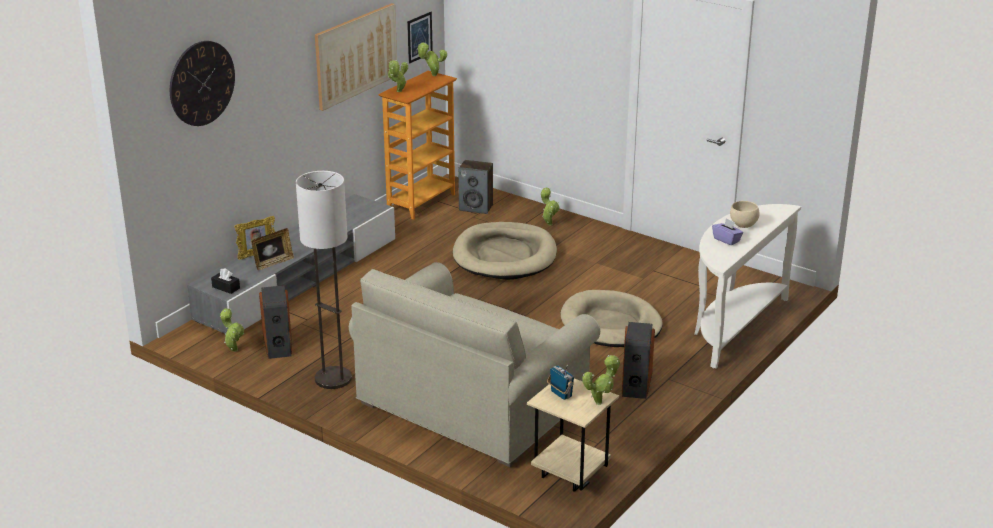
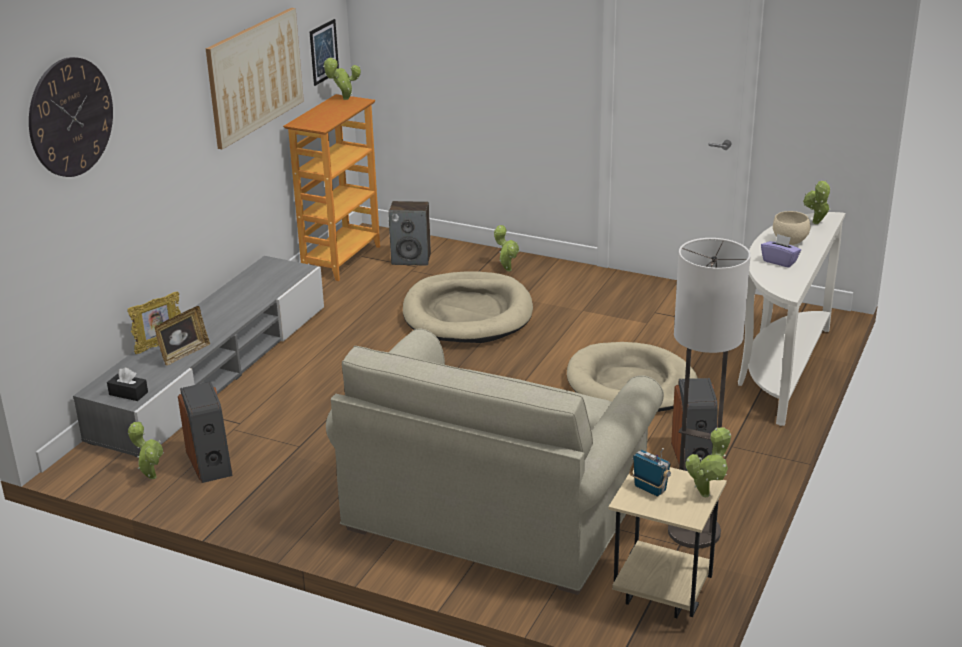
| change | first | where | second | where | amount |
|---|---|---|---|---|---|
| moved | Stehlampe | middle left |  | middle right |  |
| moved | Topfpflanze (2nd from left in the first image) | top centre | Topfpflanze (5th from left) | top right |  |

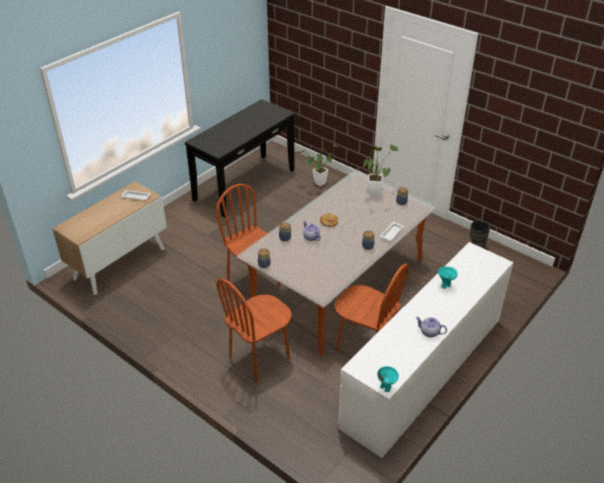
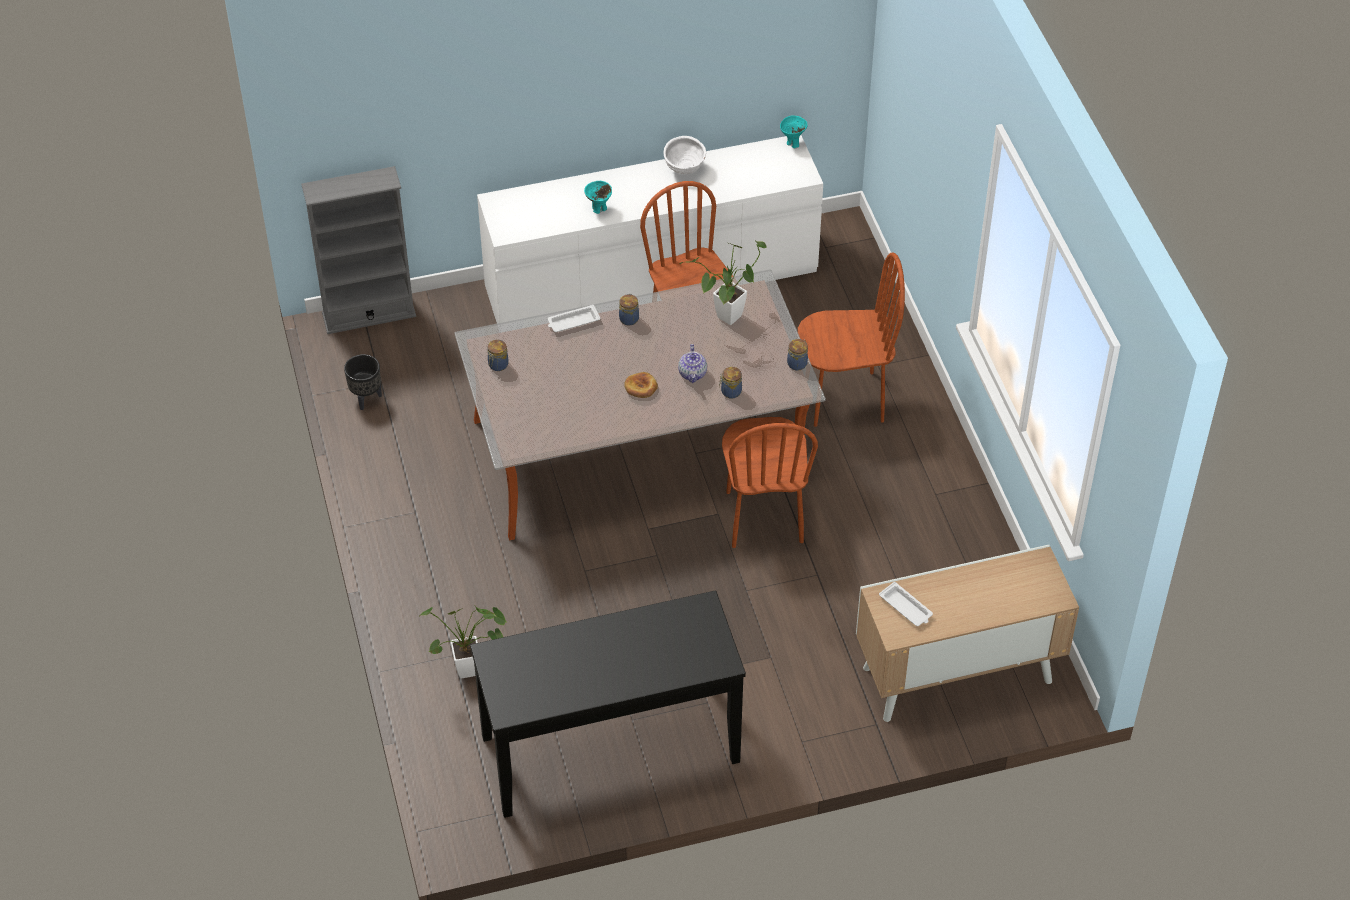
| change | first | where | second | where | amount |
|---|---|---|---|---|---|
| moved | Topfpflanze (2nd from left) | centre |  | top centre |  |
| replaced | Teekanne (2nd from left) | bottom right | Schüssel/weiß | top centre |  |
| added |  |  | Bücherregal/grau | top left |  |

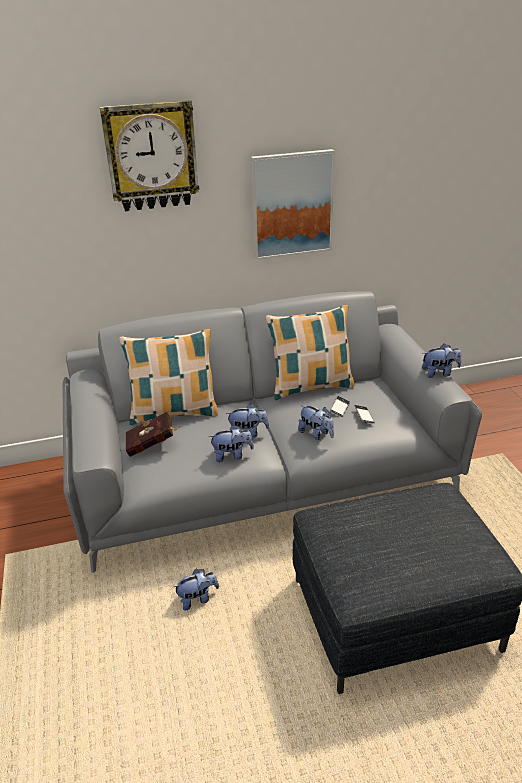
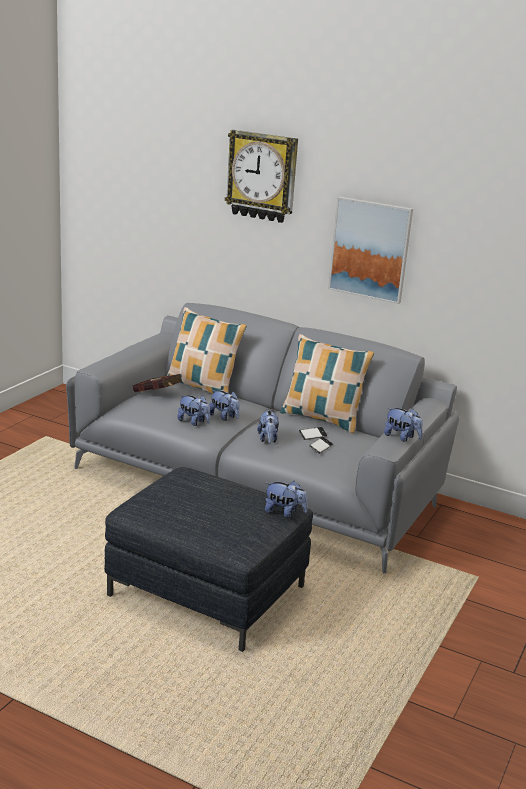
| change | first | where | second | where | amount |
|---|---|---|---|---|---|
| moved | Plüschtier (1st from left in the first image) | bottom centre | Plüschtier (4th from left) | centre |  |

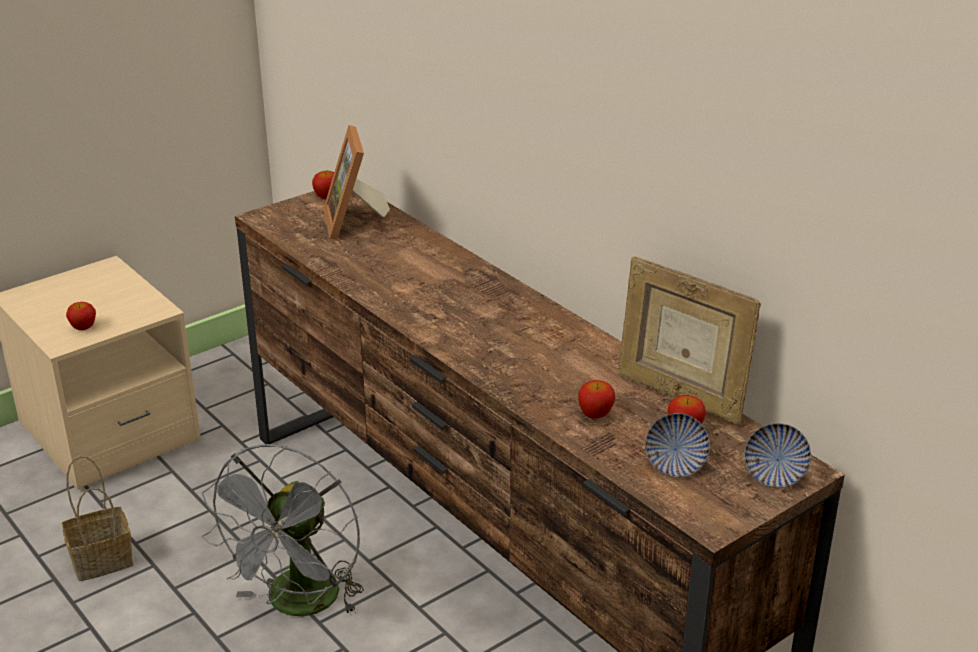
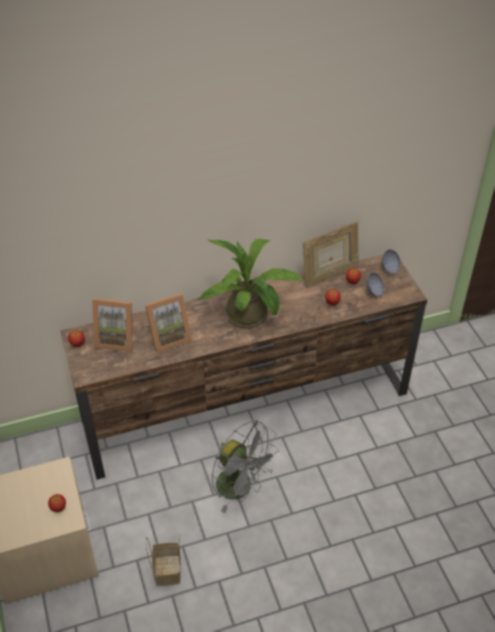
| change | first | where | second | where | amount |
|---|---|---|---|---|---|
| added |  |  | Bilderrahmen (2nd from left) | centre |  |
| added |  |  | Topfpflanze | centre |  |

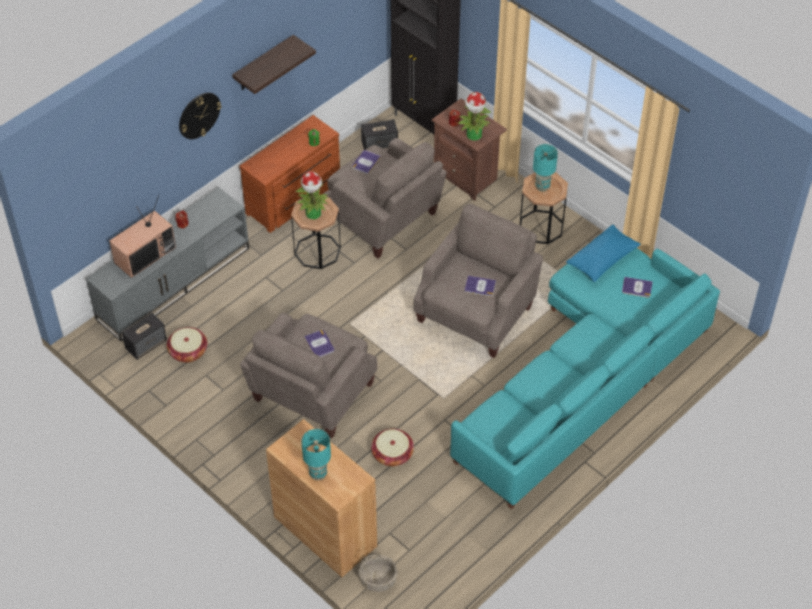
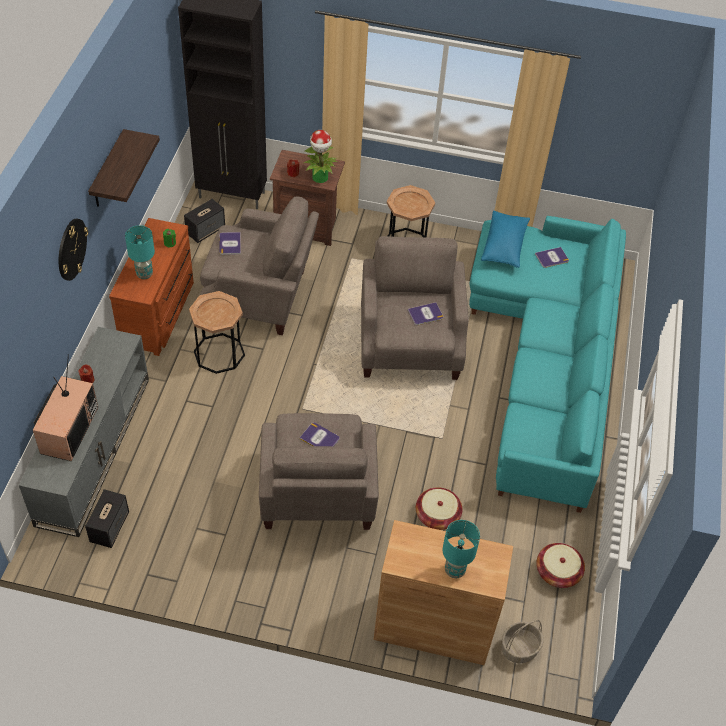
| change | first | where | second | where | amount |
|---|---|---|---|---|---|
| moved | Korb (1st from left in the first image) | middle left | Korb (3rd from left) | bottom right |  |
| removed | Topfpflanze (1st from left) | top centre |  |  |  |
| moved | Tischlampe/türkis (2nd from left in the first image) | top right | Tischlampe/türkis (1st from left) | middle left |  |

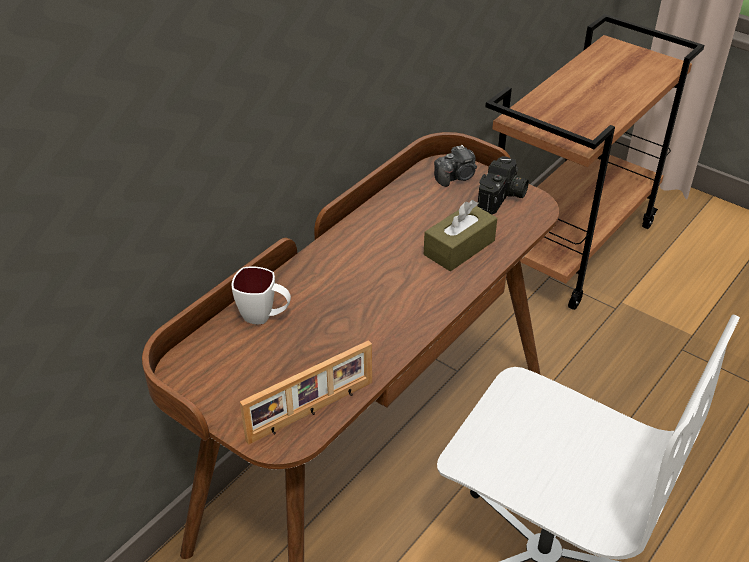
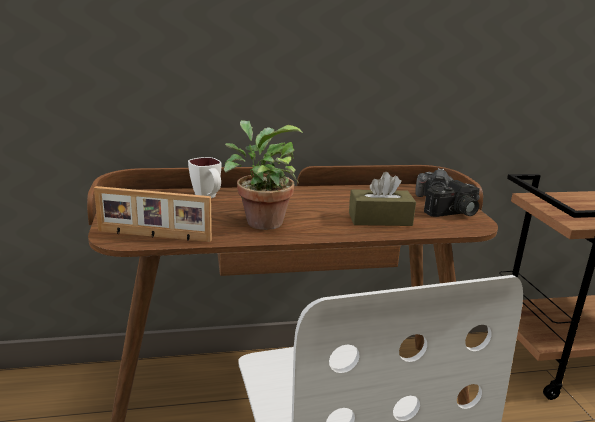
| change | first | where | second | where | amount |
|---|---|---|---|---|---|
| added |  |  | Topfpflanze | centre |  |

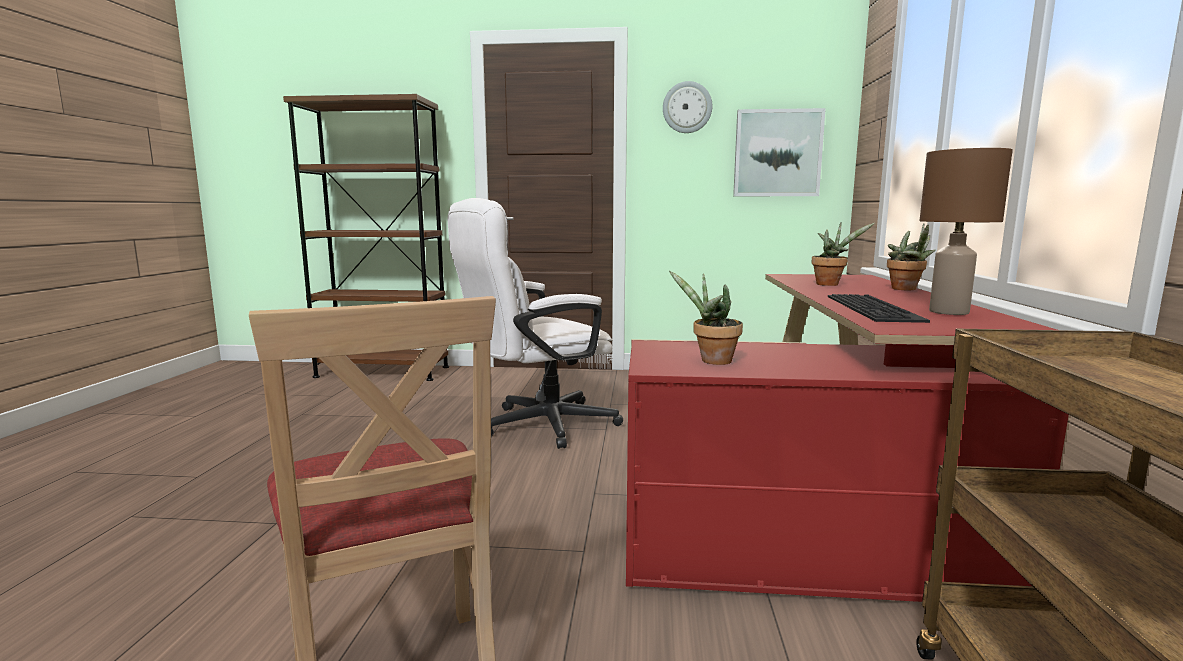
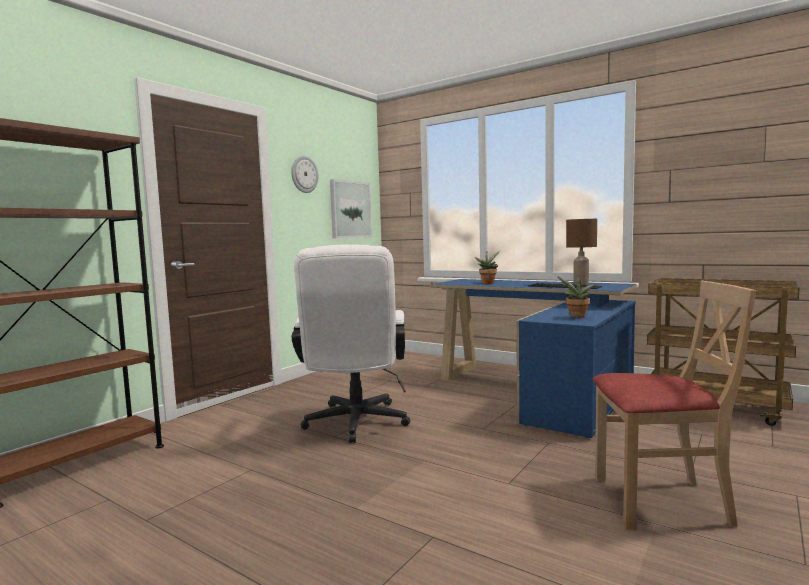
| change | first | where | second | where | amount |
|---|---|---|---|---|---|
| recoloured | Schreibtisch/rot | middle right | Schreibtisch/blau | centre |  |
| removed | Topfpflanze (3rd from left) | middle right |  |  |  |

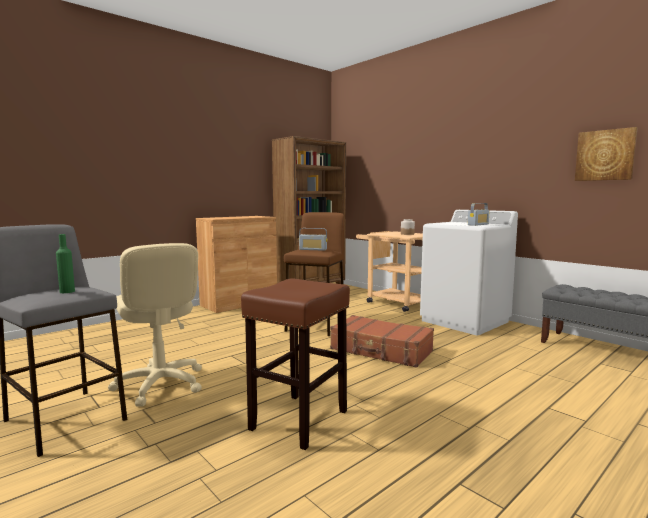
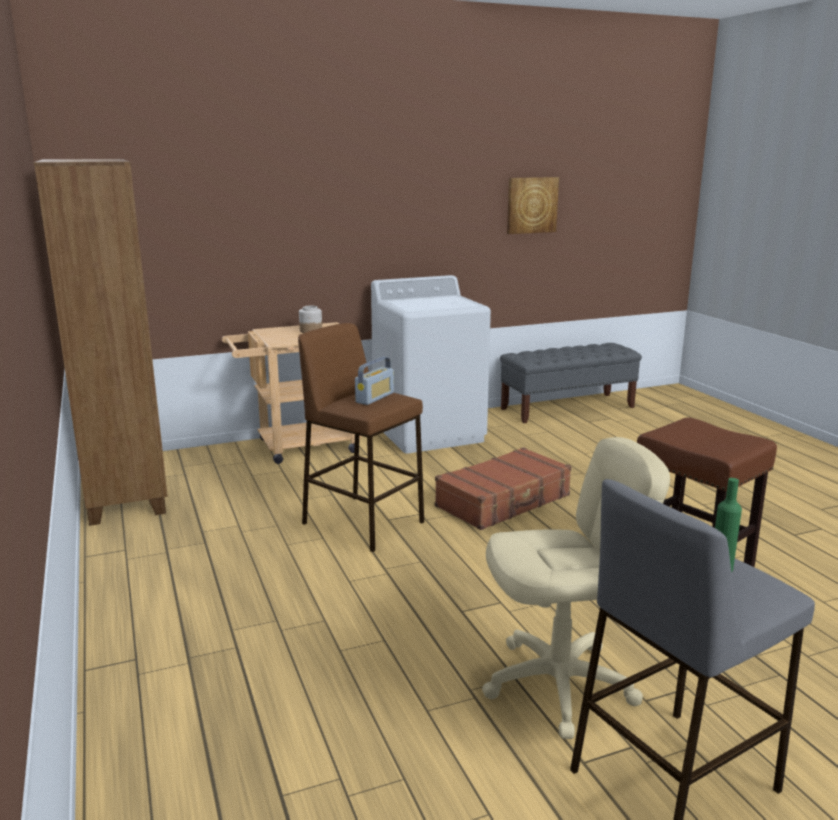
| change | first | where | second | where | amount |
|---|---|---|---|---|---|
| removed | Schrank/braun | centre |  |  |  |
| removed | Radio (2nd from left) | middle right |  |  |  |

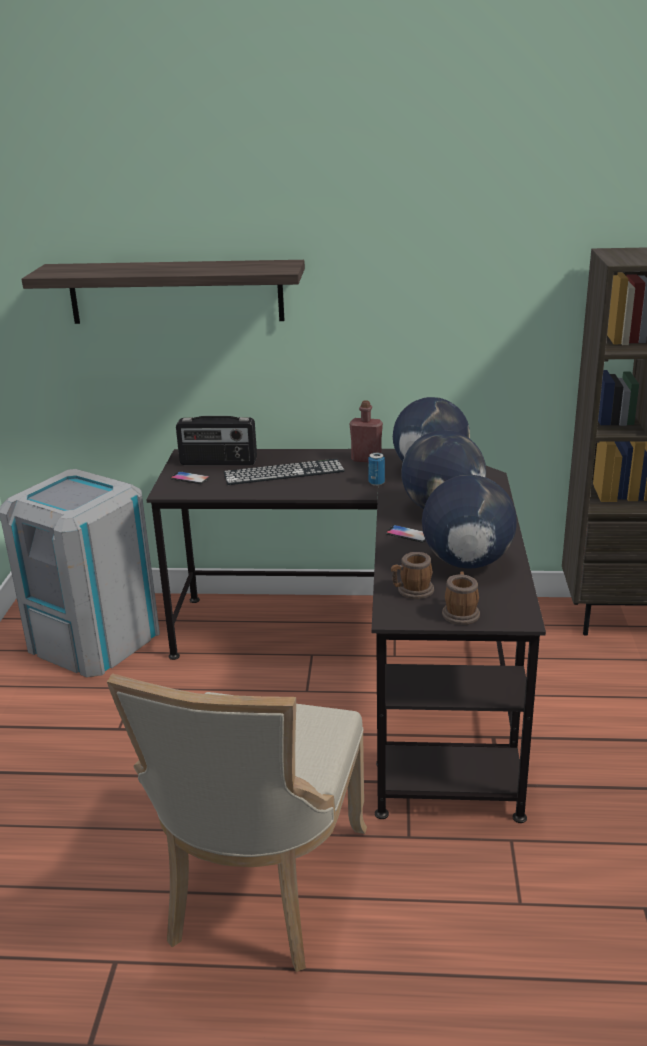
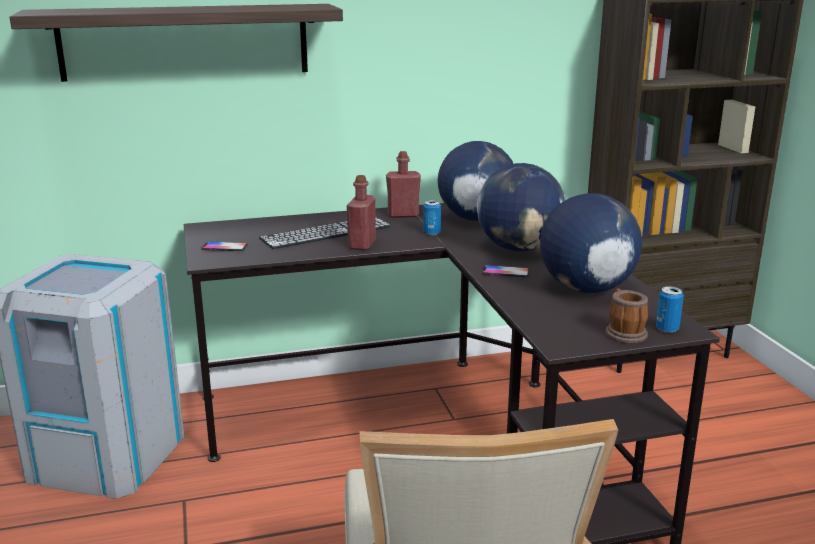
| change | first | where | second | where | amount |
|---|---|---|---|---|---|
| removed | Radio | centre |  |  |  |
| removed | Henkelbecher (1st from left) | centre |  |  |  |
| added |  |  | Flasche/rot (1st from left) | centre |  |
| added |  |  | Dose (2nd from left) | middle right |  |

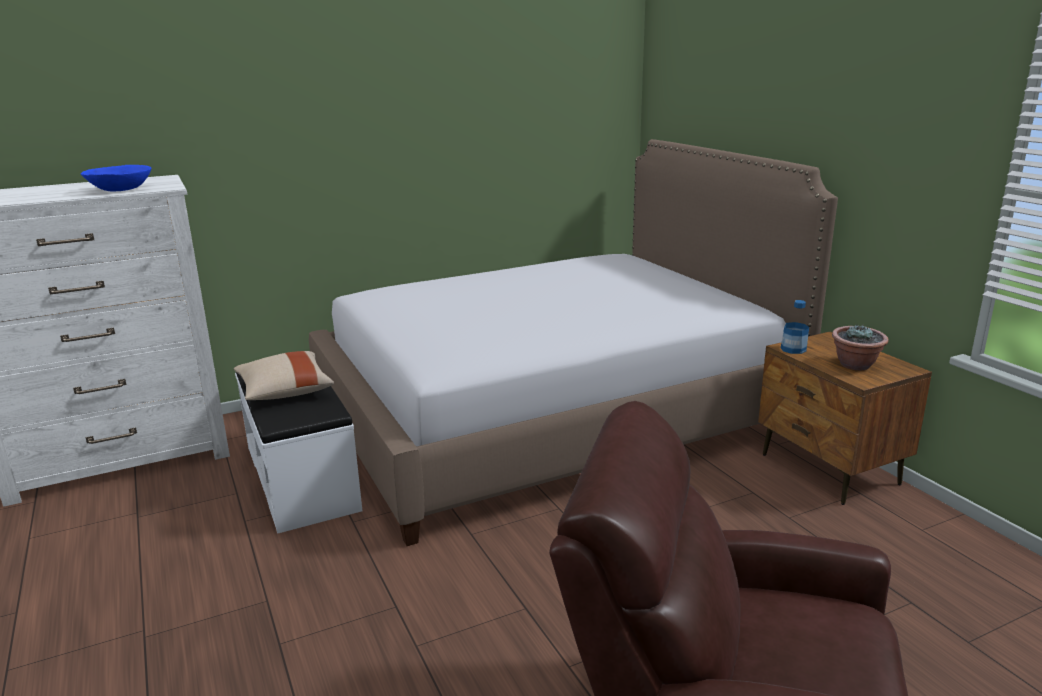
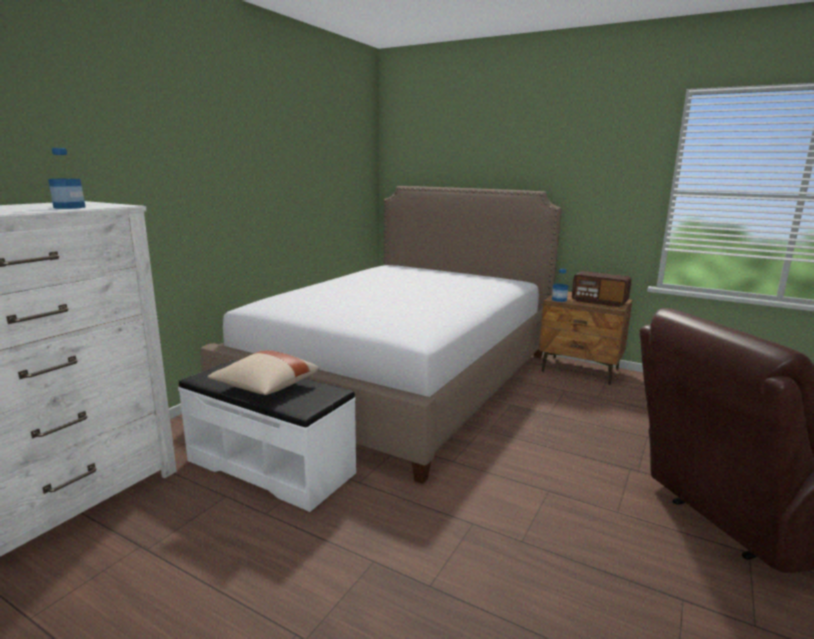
| change | first | where | second | where | amount |
|---|---|---|---|---|---|
| replaced | Schüssel/blau | top left | Flasche (1st from left) | top left |  |
| replaced | Topfpflanze | middle right | Radio | middle right |  |

